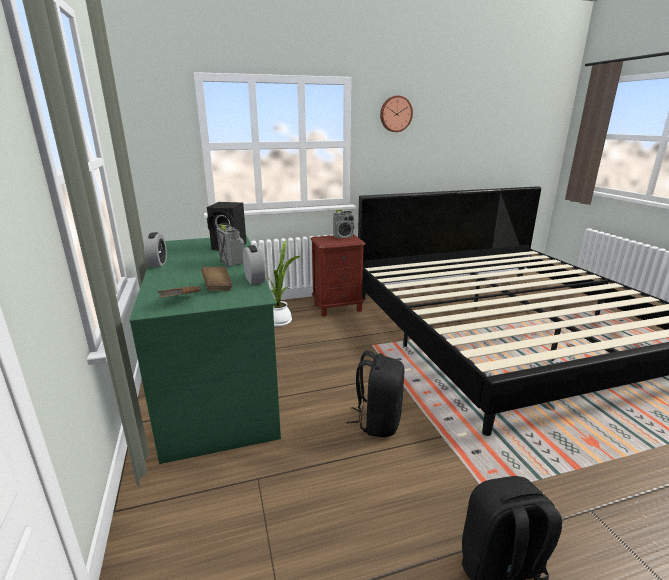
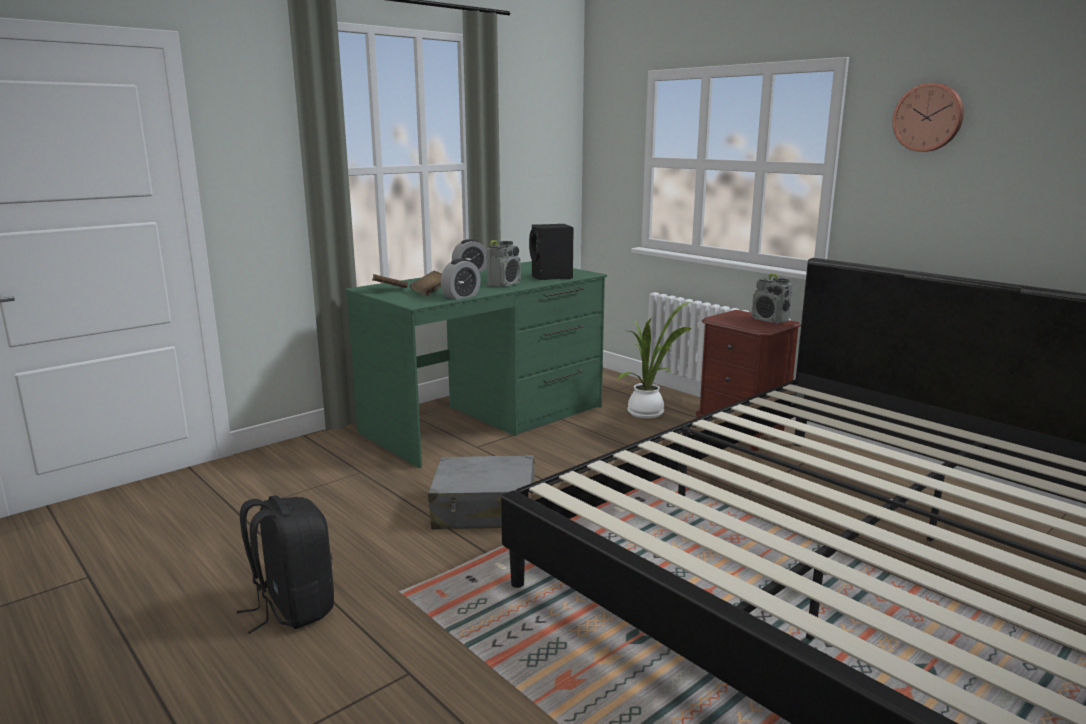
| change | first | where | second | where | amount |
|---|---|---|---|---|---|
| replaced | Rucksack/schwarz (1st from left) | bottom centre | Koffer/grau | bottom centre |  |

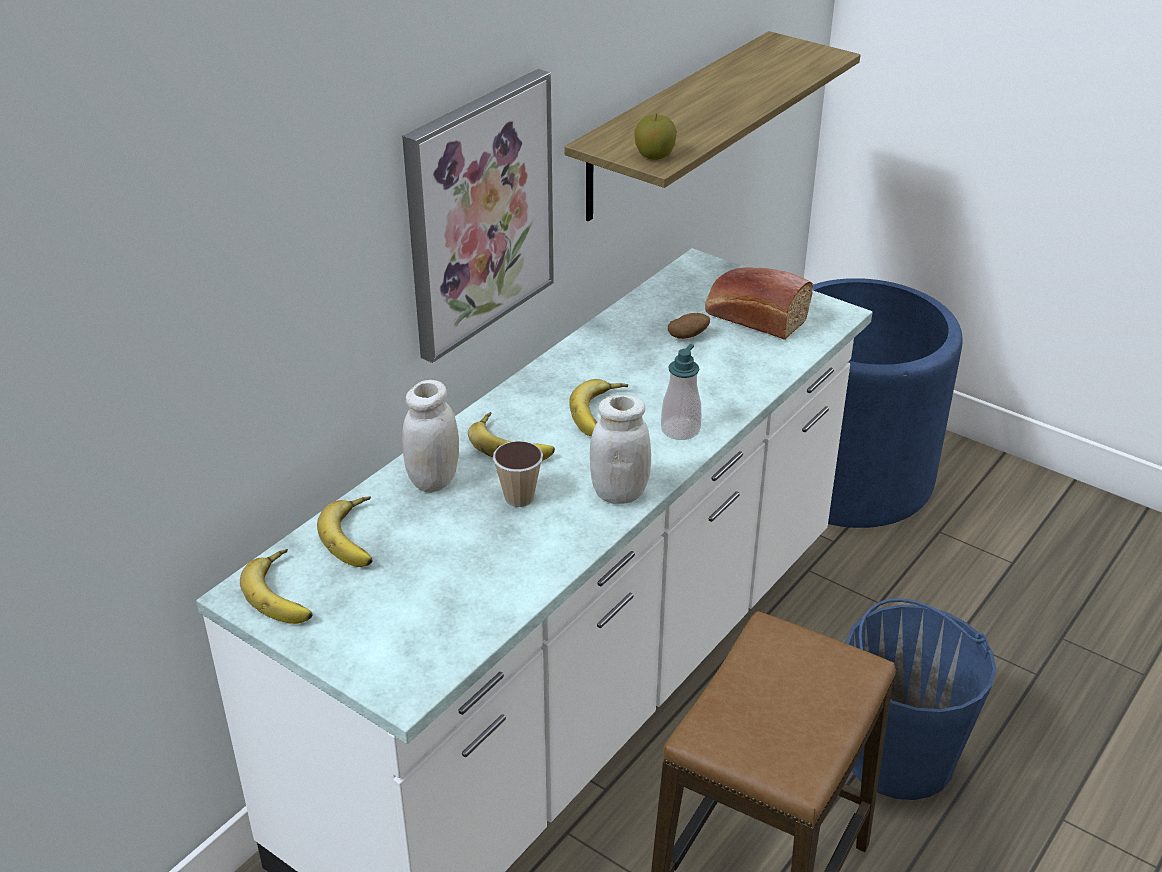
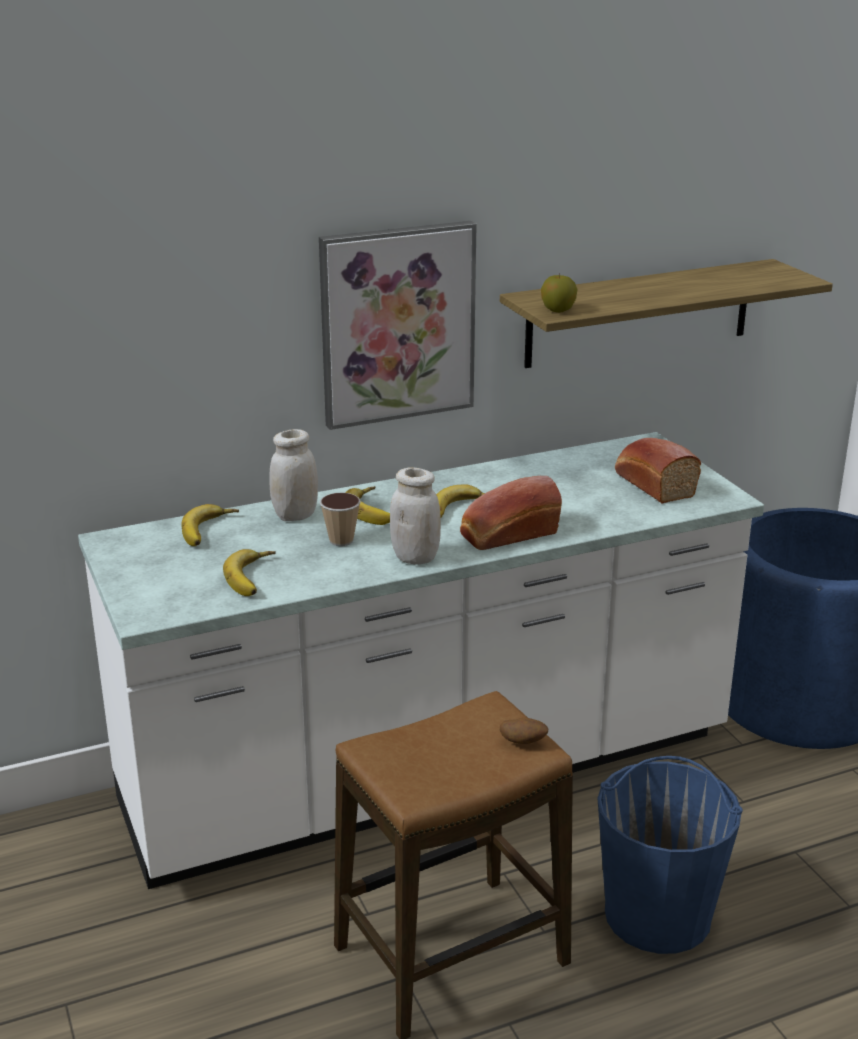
| change | first | where | second | where | amount |
|---|---|---|---|---|---|
| moved | Banane (1st from left in the first image) | bottom left | Banane (2nd from left) | middle left |  |
| replaced | Seifenspender | centre | Brot (1st from left) | centre |  |
| moved | Kartoffel | centre |  | bottom centre |  |

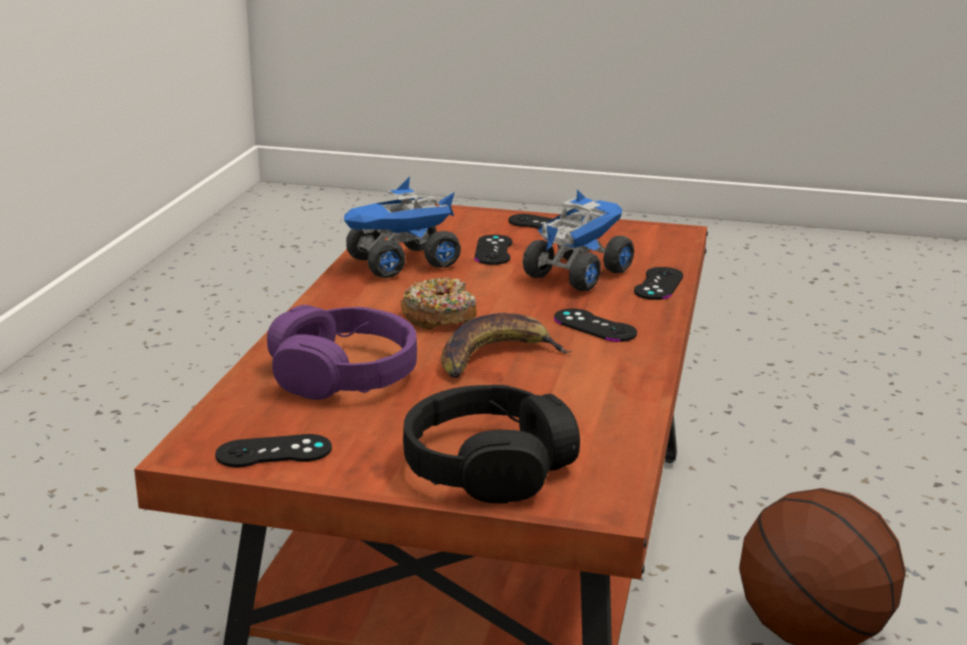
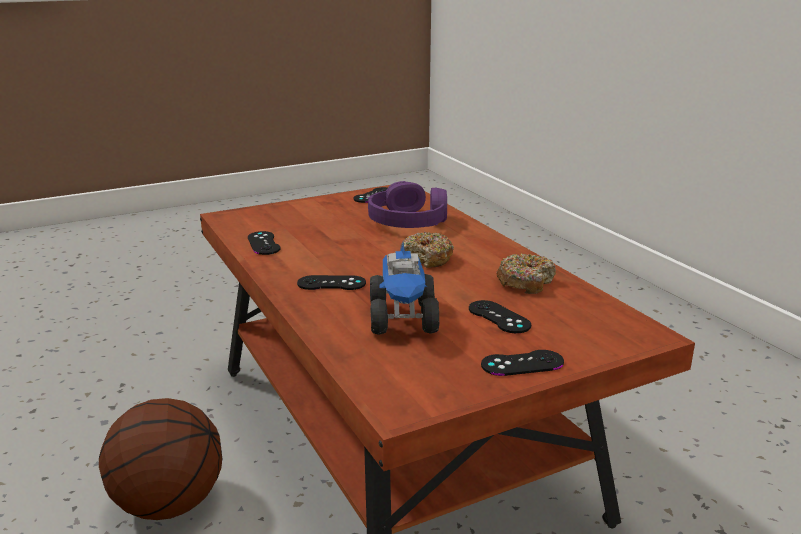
| change | first | where | second | where | amount |
|---|---|---|---|---|---|
| replaced | Spielzeuglaster (1st from left) | centre | Donut (2nd from left) | centre |  |
| removed | Kopfhörer/schwarz | bottom centre |  |  |  |
| removed | Banane | centre |  |  |  |
| moved | Gamepad/schwarz (5th from left in the first image) | middle right | Gamepad/schwarz (1st from left) | middle left |  |

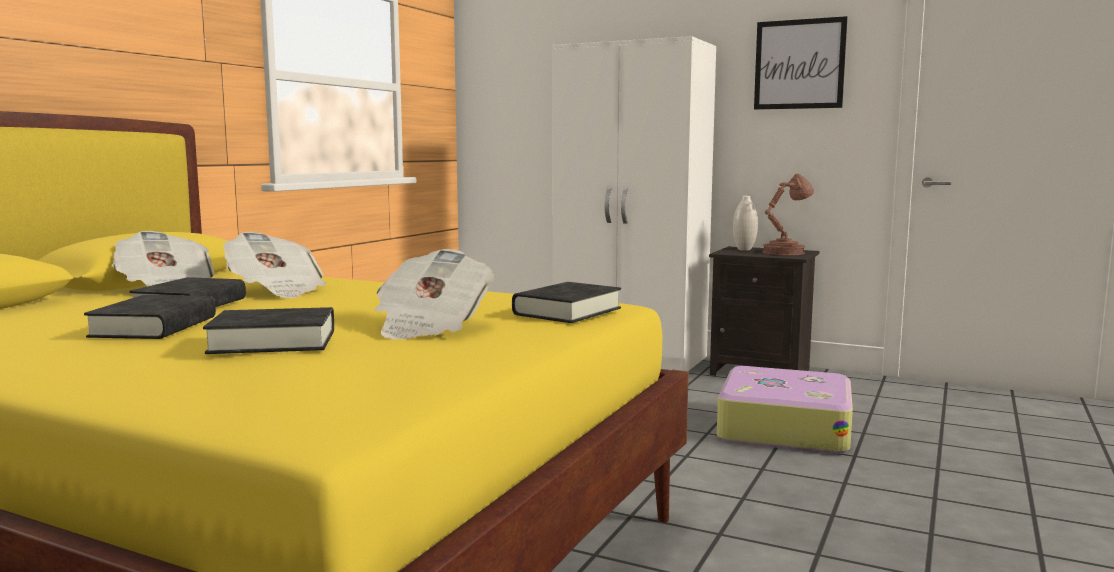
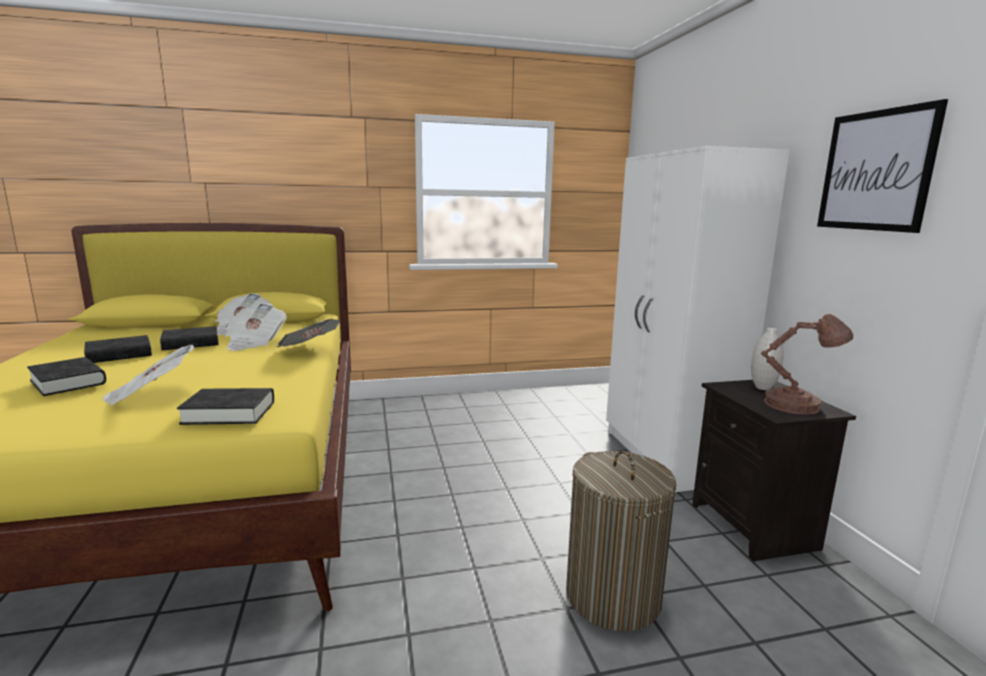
| change | first | where | second | where | amount |
|---|---|---|---|---|---|
| replaced | Koffer | bottom right | Wäschekorb | bottom centre |  |
| added |  |  | Zeitung (4th from left) | middle left |  |

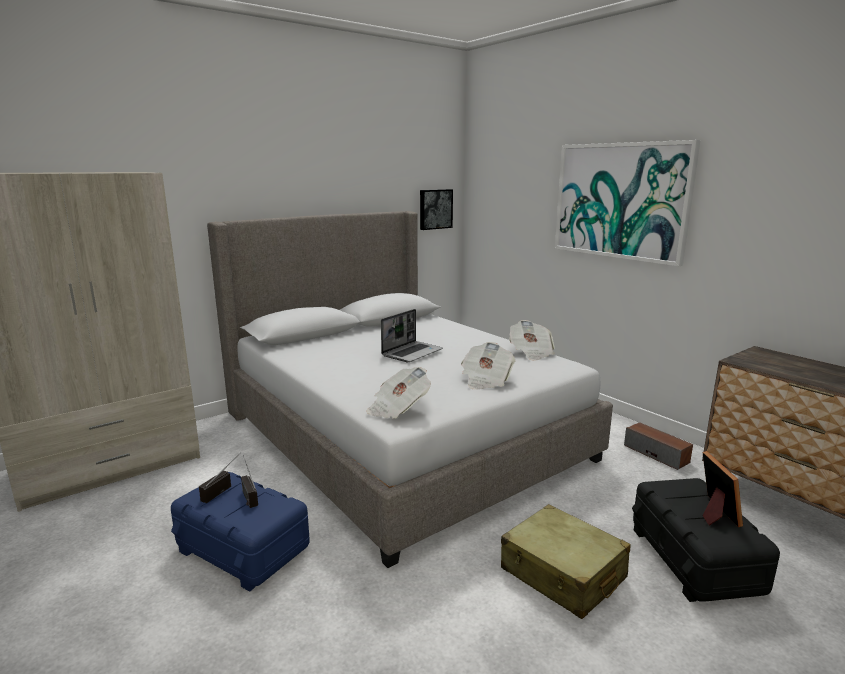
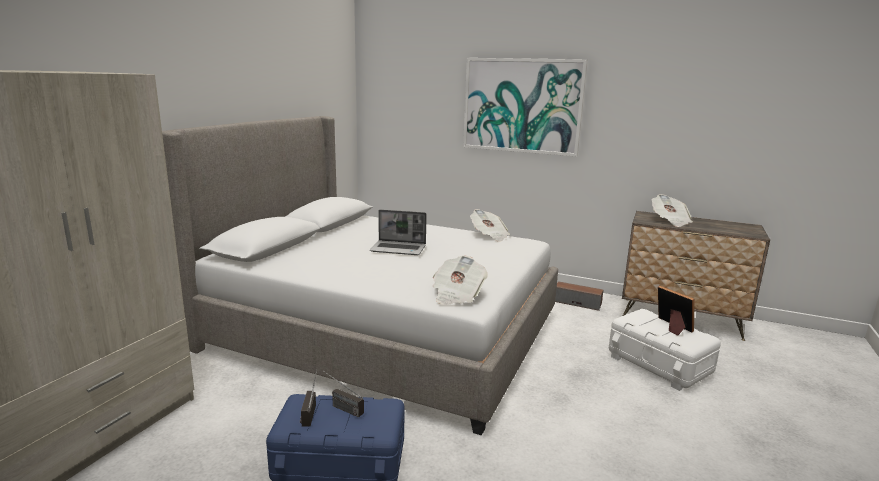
| change | first | where | second | where | amount |
|---|---|---|---|---|---|
| turned | Laptop | centre |  | centre | 90 degrees clockwise |
| removed | Bild (1st from left) | top centre |  |  |  |
| moved | Zeitung (2nd from left in the first image) | centre | Zeitung (3rd from left) | middle right |  |
| removed | Koffer/beige | bottom right |  |  |  |
| recoloured | Aufbewahrungsbox/schwarz | bottom right | Aufbewahrungsbox/weiß | bottom right |  |

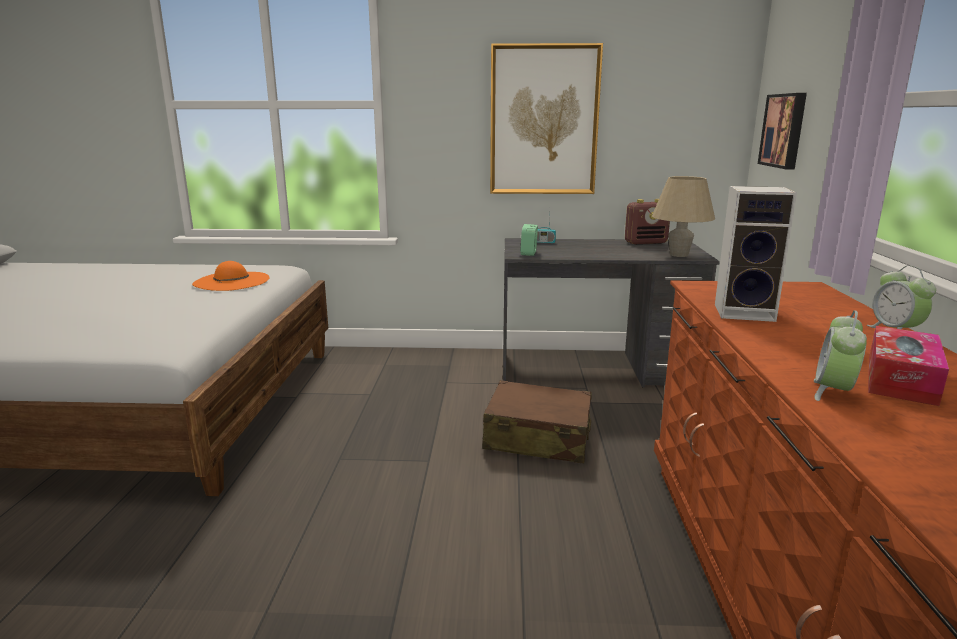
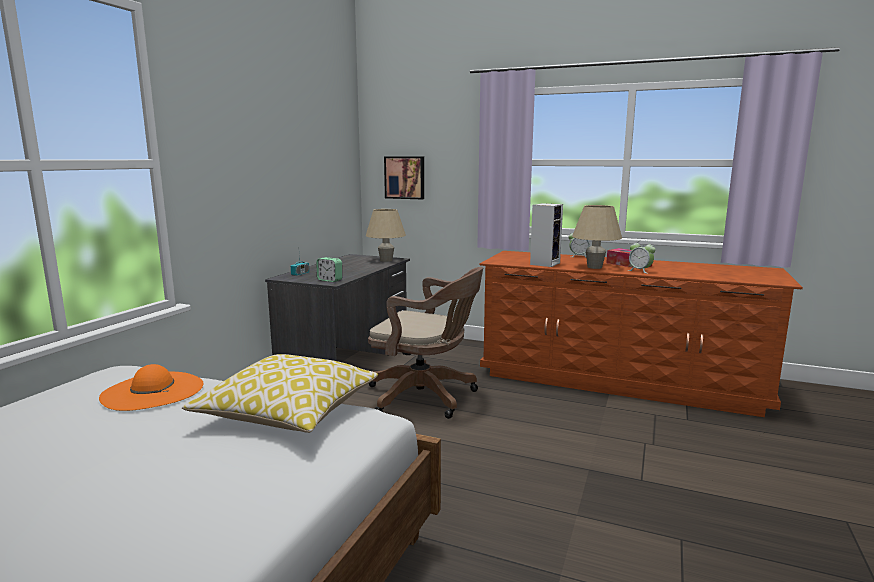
| change | first | where | second | where | amount |
|---|---|---|---|---|---|
| replaced | Koffer/braun | centre | Bürostuhl/braun | centre |  |
| removed | Bild (1st from left) | top centre |  |  |  |
| removed | Radio (2nd from left) | middle right |  |  |  |
| added |  |  | Kissen | bottom left |  |
| added |  |  | Tischlampe/beige (2nd from left) | middle right |  |

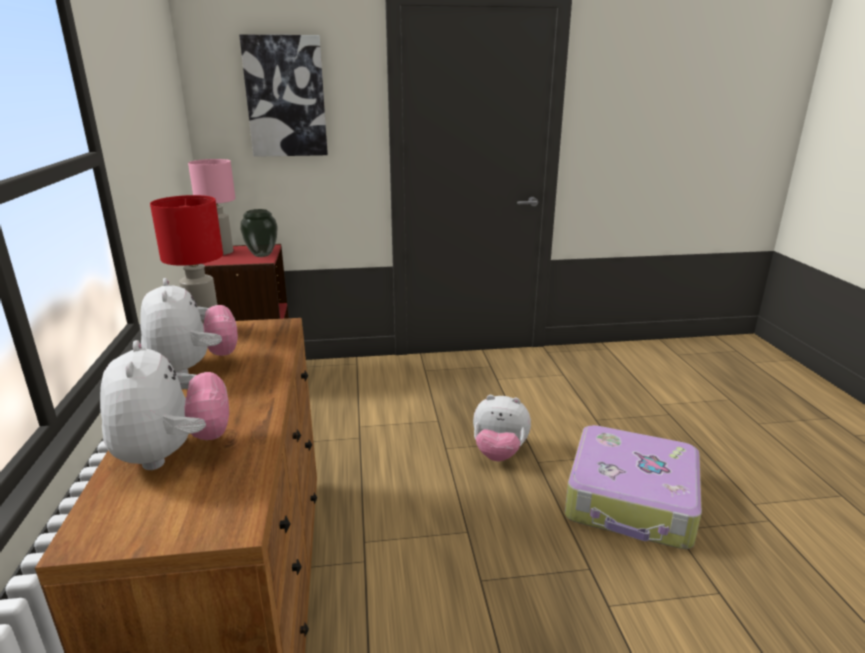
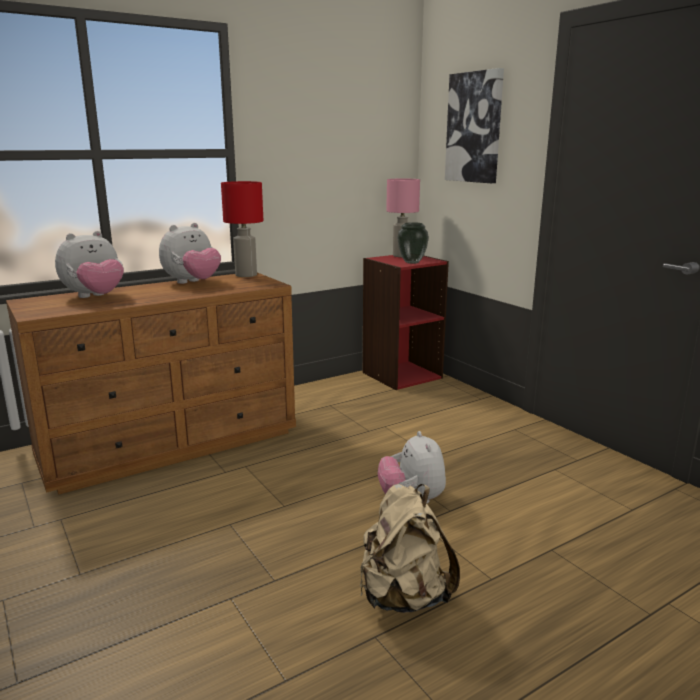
| change | first | where | second | where | amount |
|---|---|---|---|---|---|
| replaced | Koffer | bottom right | Rucksack/beige | bottom centre |  |

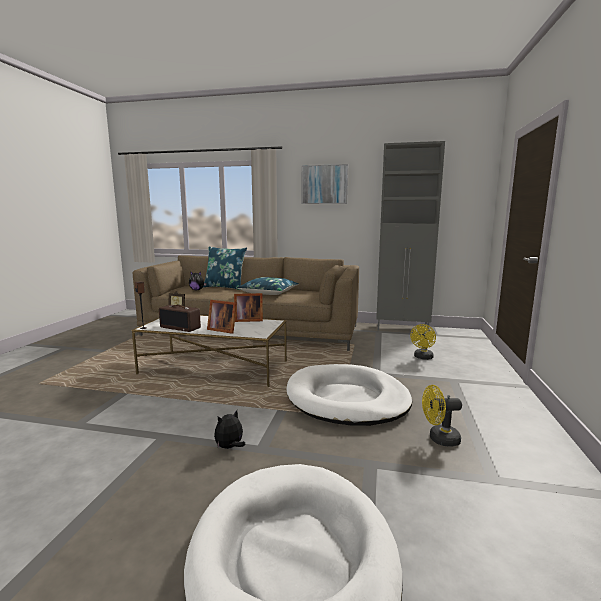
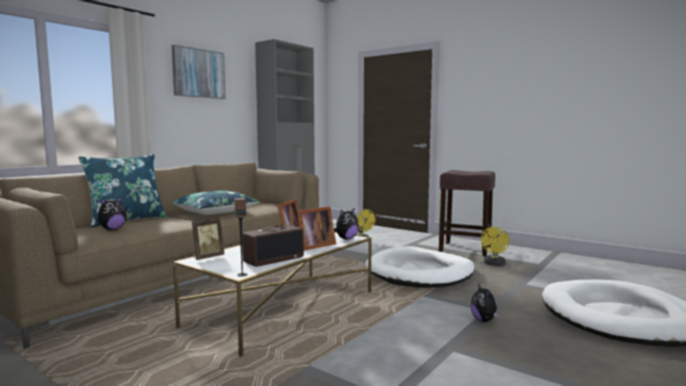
| change | first | where | second | where | amount |
|---|---|---|---|---|---|
| added |  |  | Plüschtier (2nd from left) | centre |  |
| added |  |  | Hocker/braun | middle right |  |

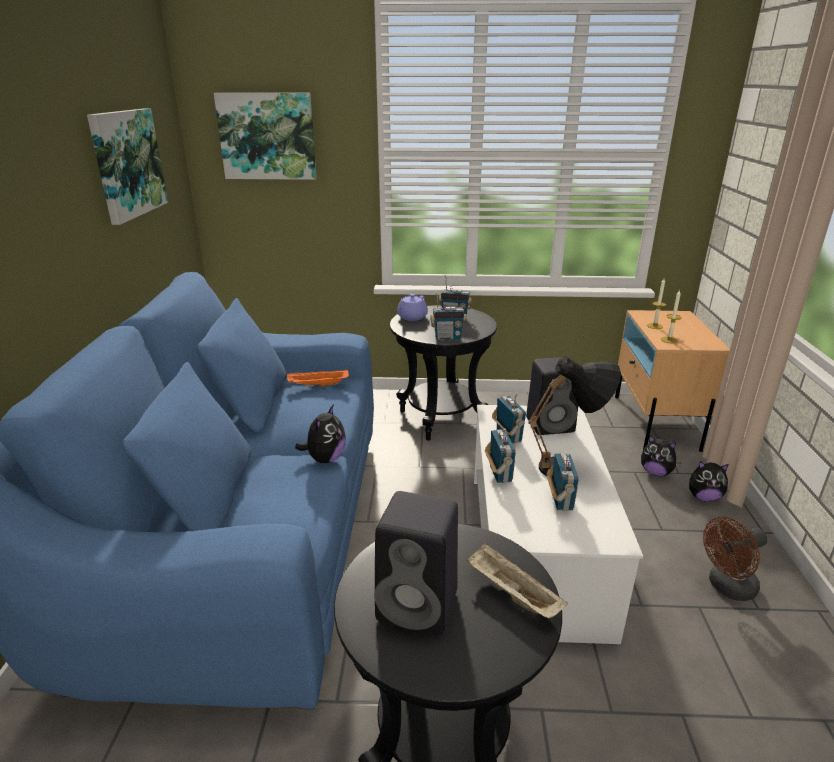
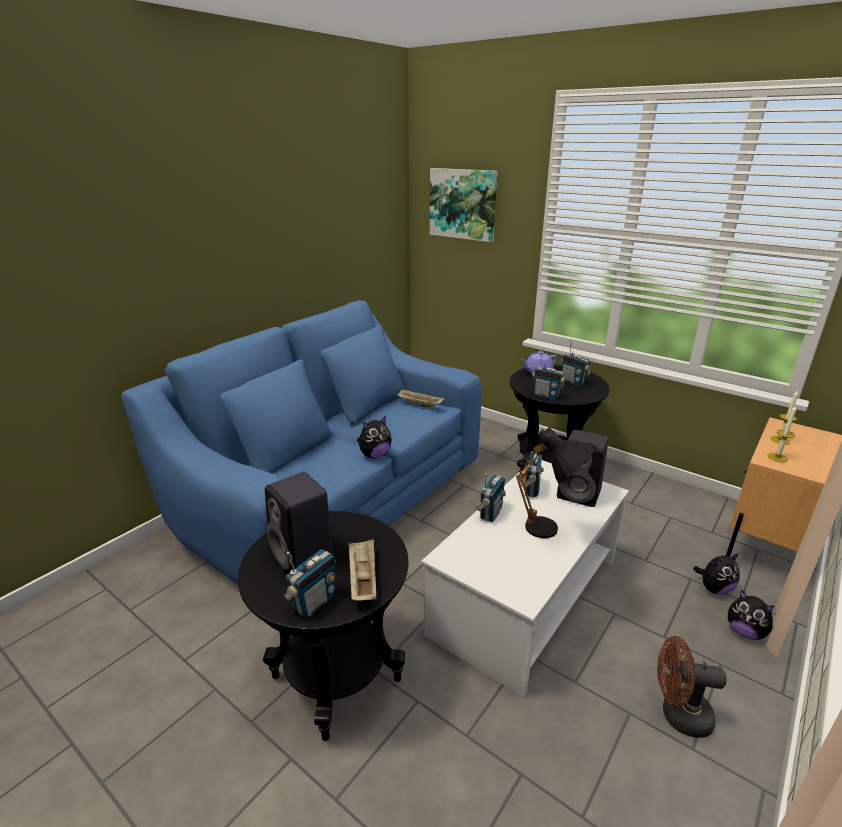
| change | first | where | second | where | amount |
|---|---|---|---|---|---|
| removed | Bild (1st from left) | top left |  |  |  |
| recoloured | Tablett/orange | centre | Tablett/beige (2nd from left) | centre |  |
| moved | Radio (5th from left in the first image) | middle right | Radio (1st from left) | bottom centre |  |
| turned | Plüschtier (2nd from left) | middle right |  | bottom right | 90 degrees counterclockwise |

